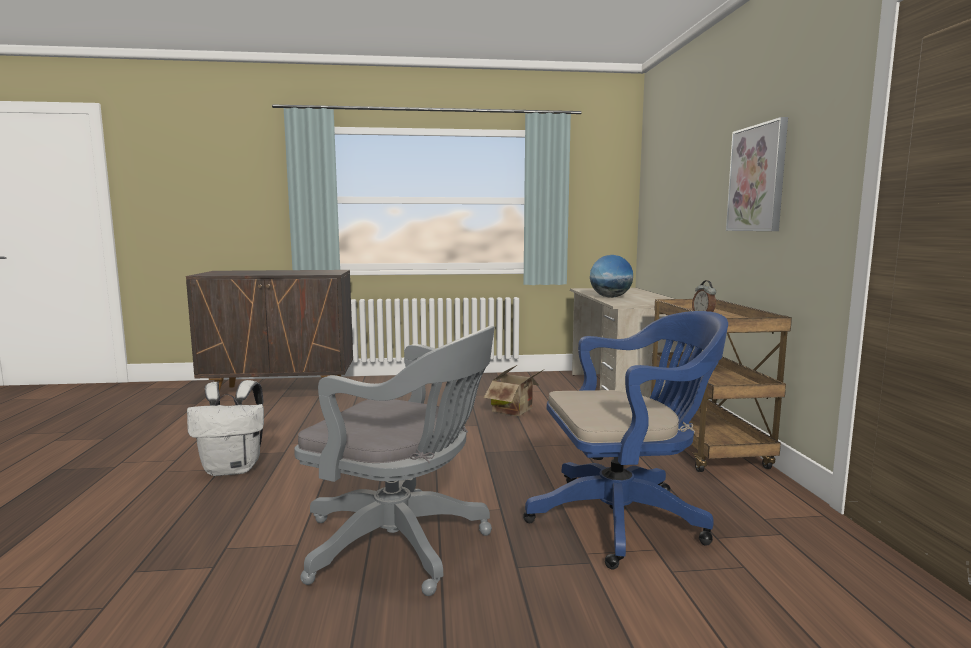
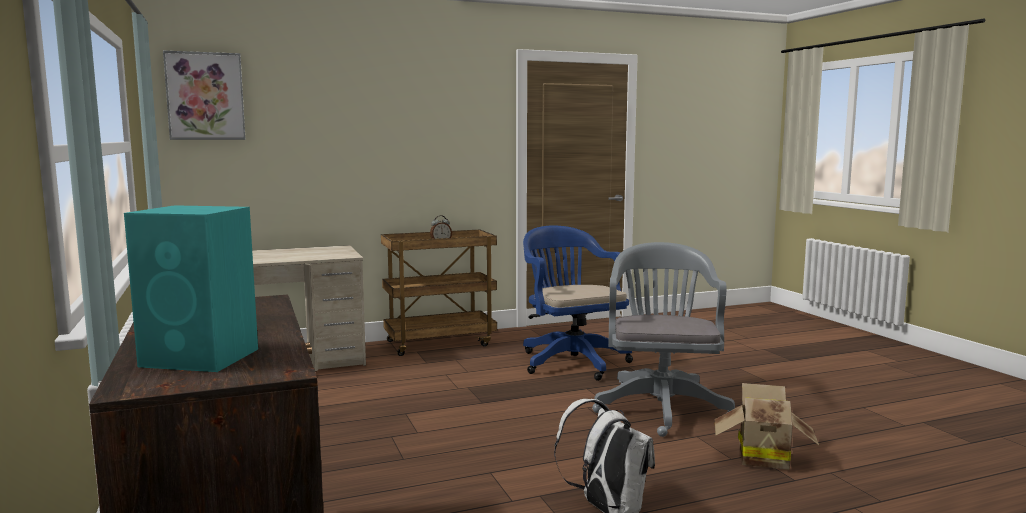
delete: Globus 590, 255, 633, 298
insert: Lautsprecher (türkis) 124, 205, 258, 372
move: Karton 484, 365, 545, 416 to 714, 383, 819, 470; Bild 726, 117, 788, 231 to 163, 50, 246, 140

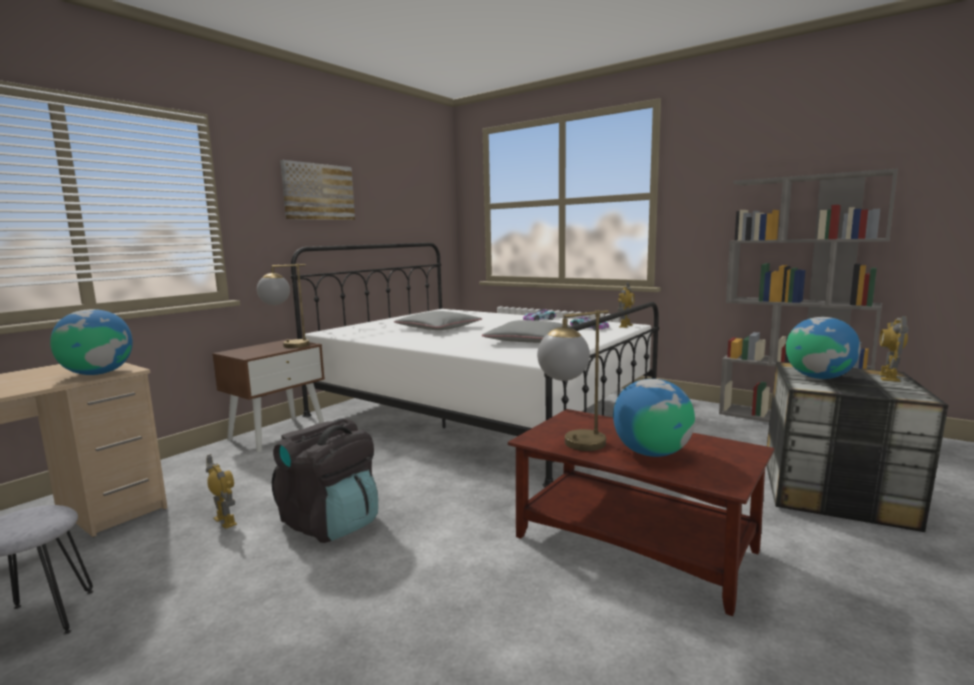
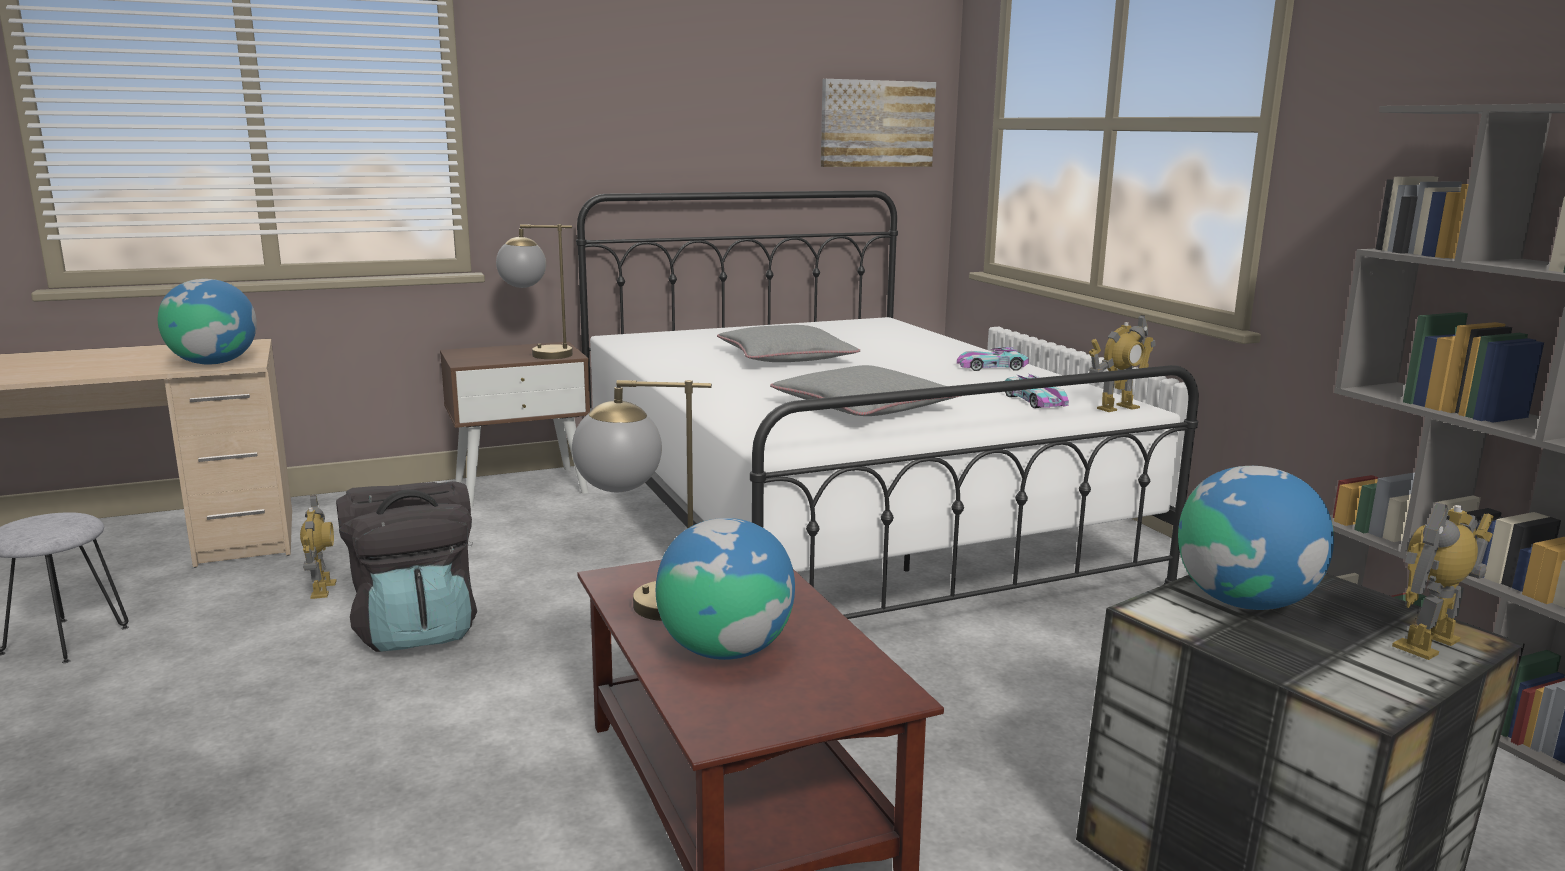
move: Bild 280, 160, 355, 220 to 821, 79, 936, 167

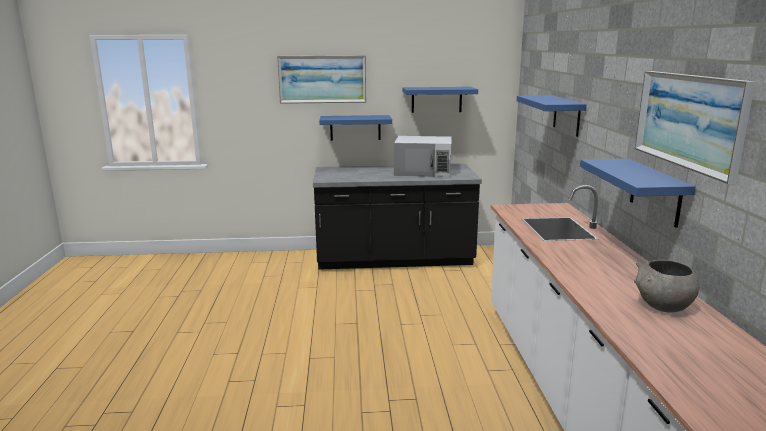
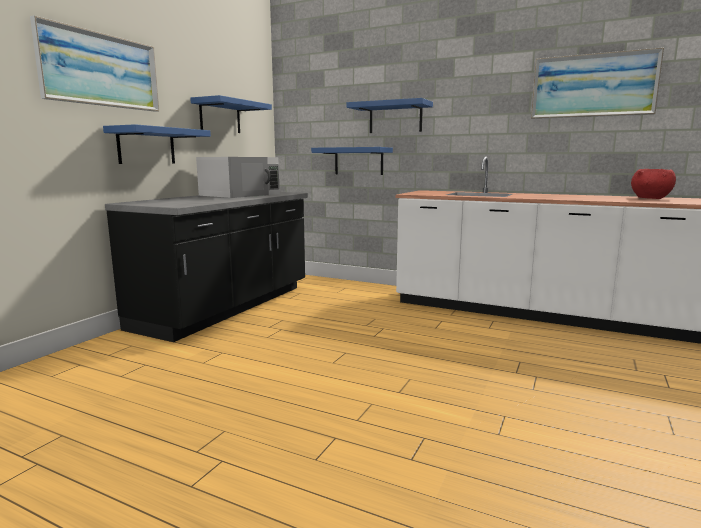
move: Wandregal (blau) 580, 159, 696, 228 to 311, 147, 393, 175
recolor: Schüssel (grau) 634, 260, 699, 313 to Schüssel (rot) 631, 169, 676, 199

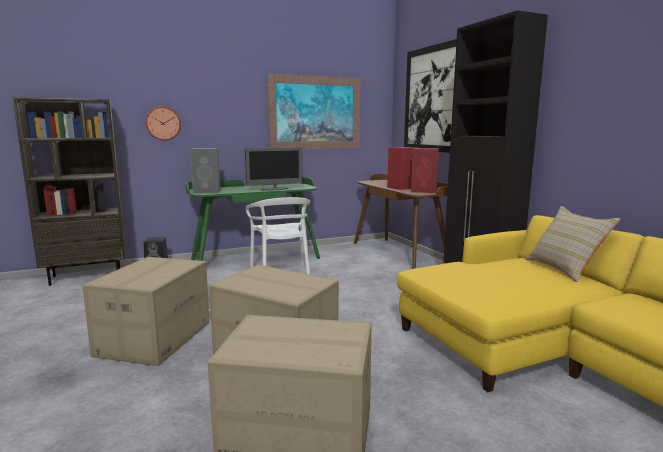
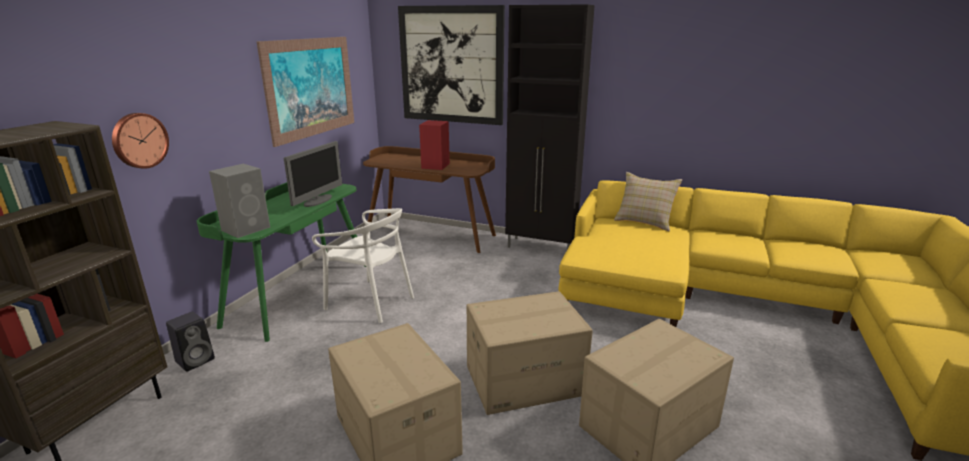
delete: Lautsprecher (rot) 411, 148, 439, 193

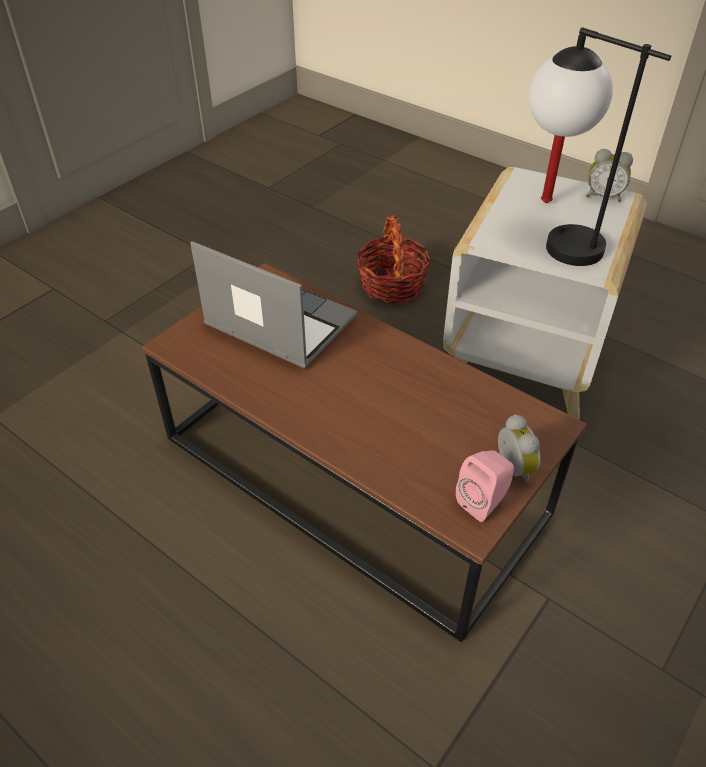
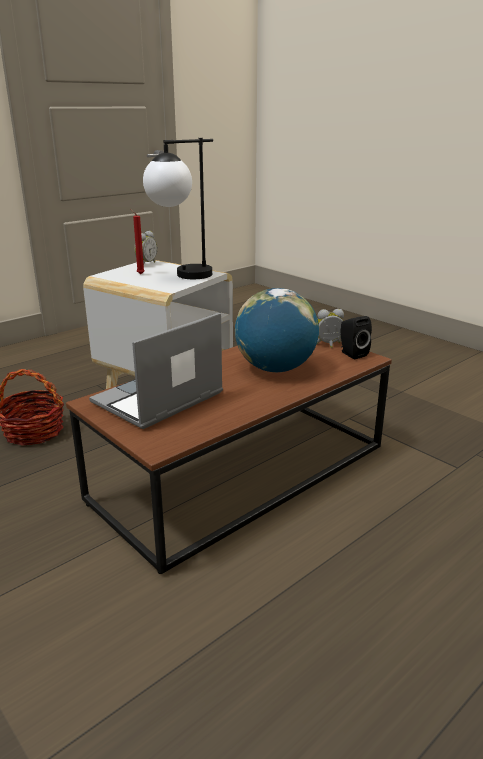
insert: Globus 235, 288, 319, 372
recolor: Lautsprecher (rosa) 456, 450, 514, 522 to Lautsprecher (schwarz) 341, 316, 372, 359

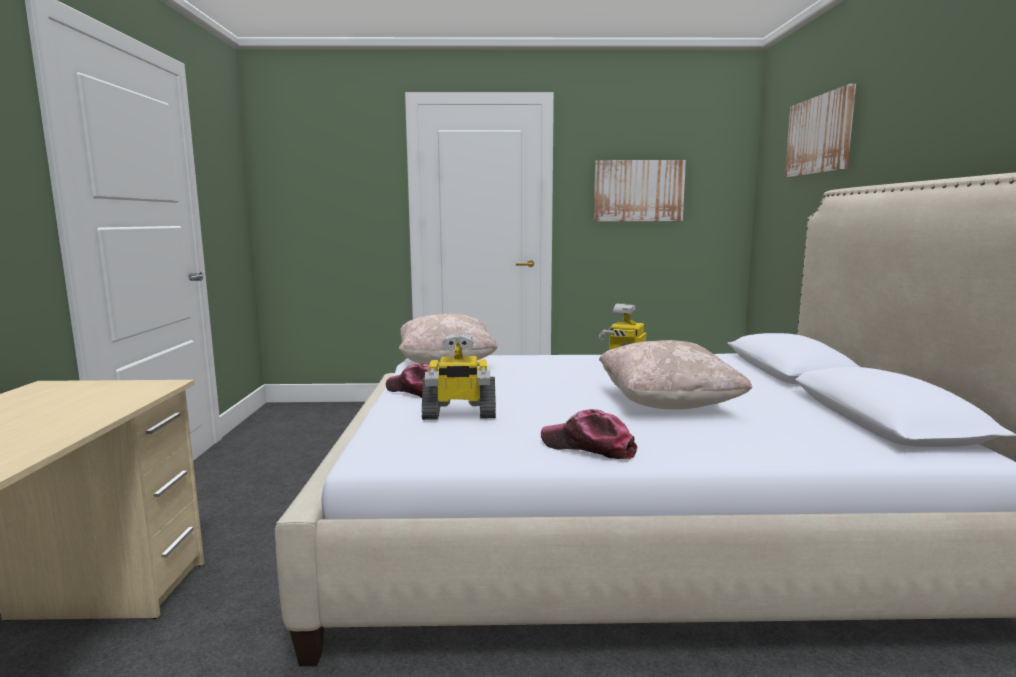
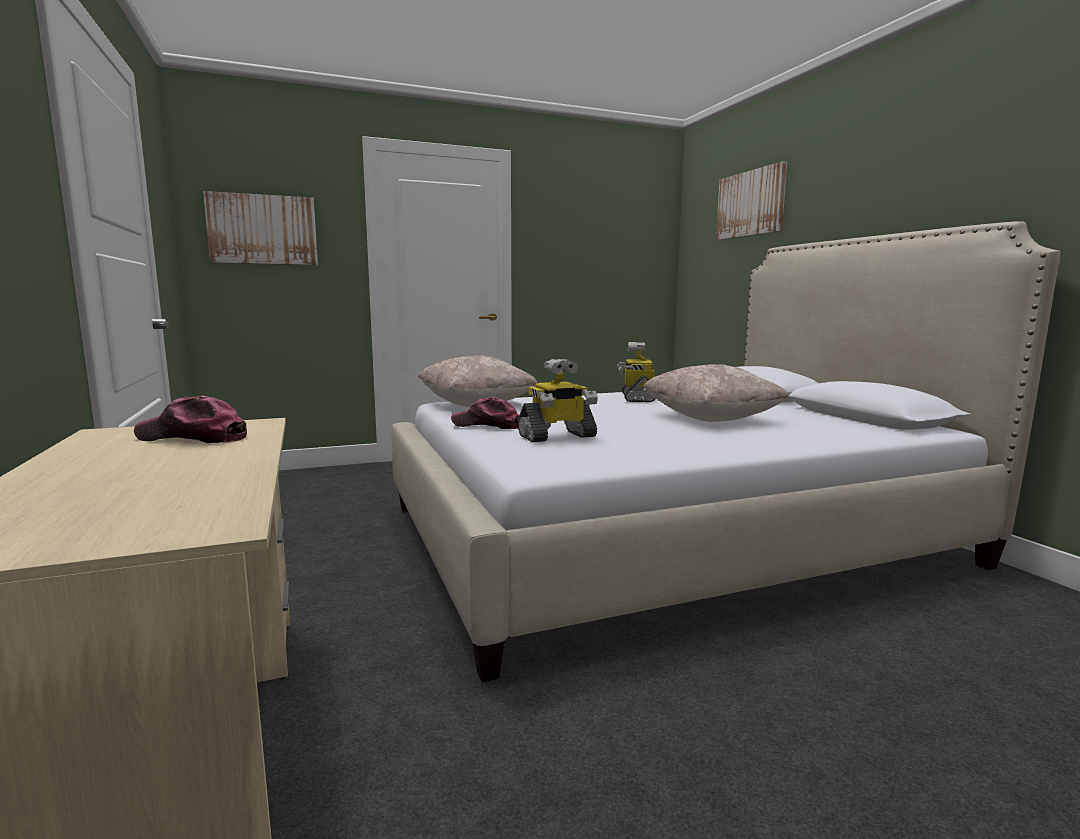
move: Kappe 541, 409, 637, 459 to 134, 396, 247, 443; Bild 594, 160, 686, 221 to 203, 191, 318, 265

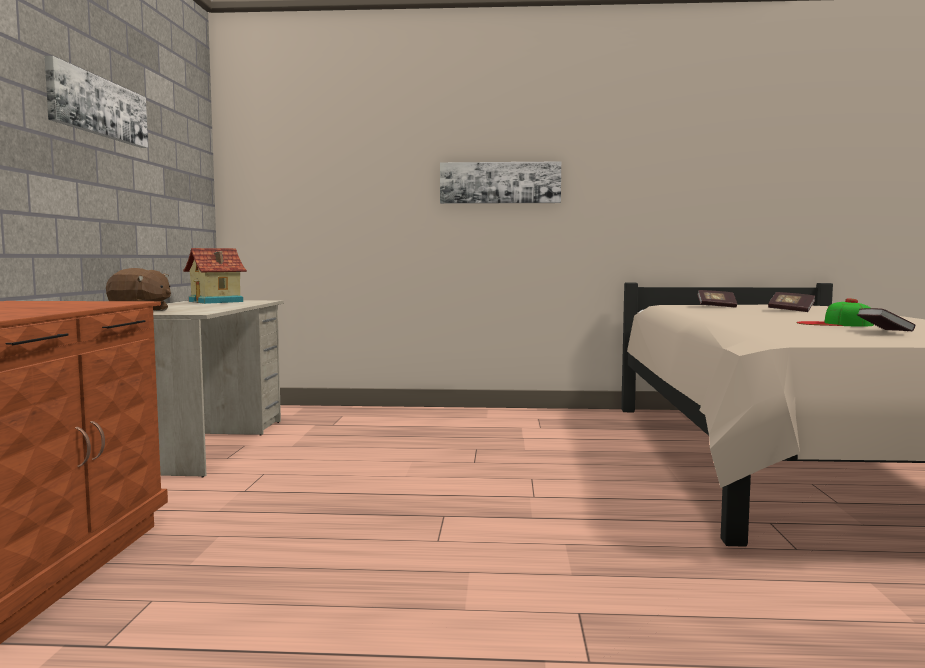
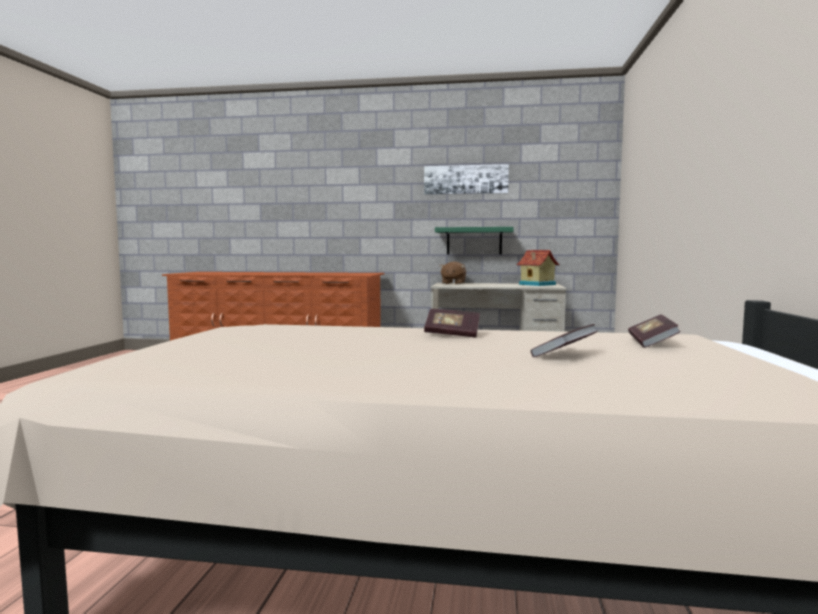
delete: Bild 440, 161, 561, 204; Kappe 796, 298, 874, 327
insert: Wandregal (grün) 435, 227, 514, 255
move: Buch 857, 308, 915, 331 to 424, 309, 480, 337

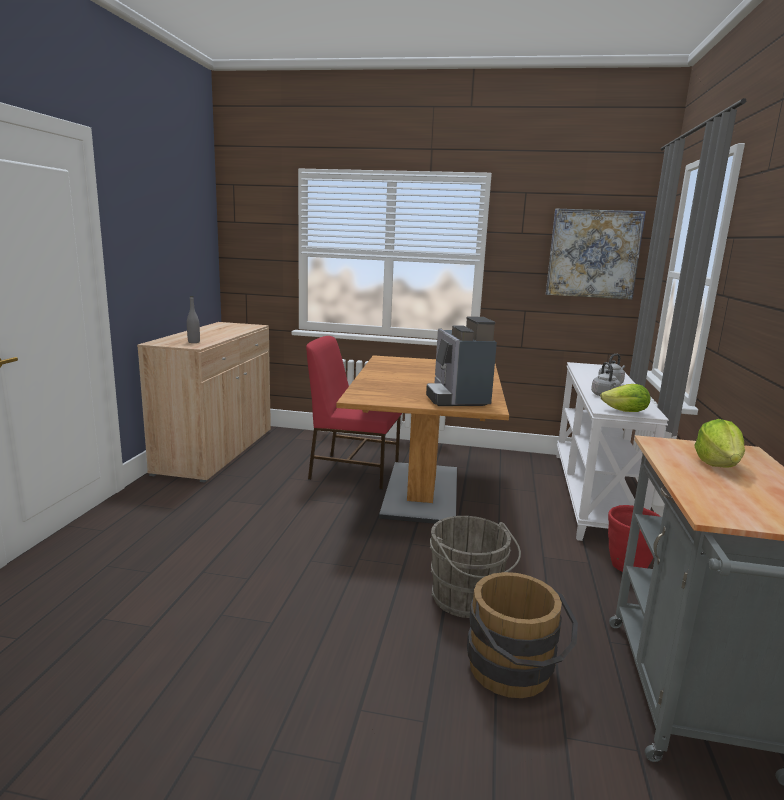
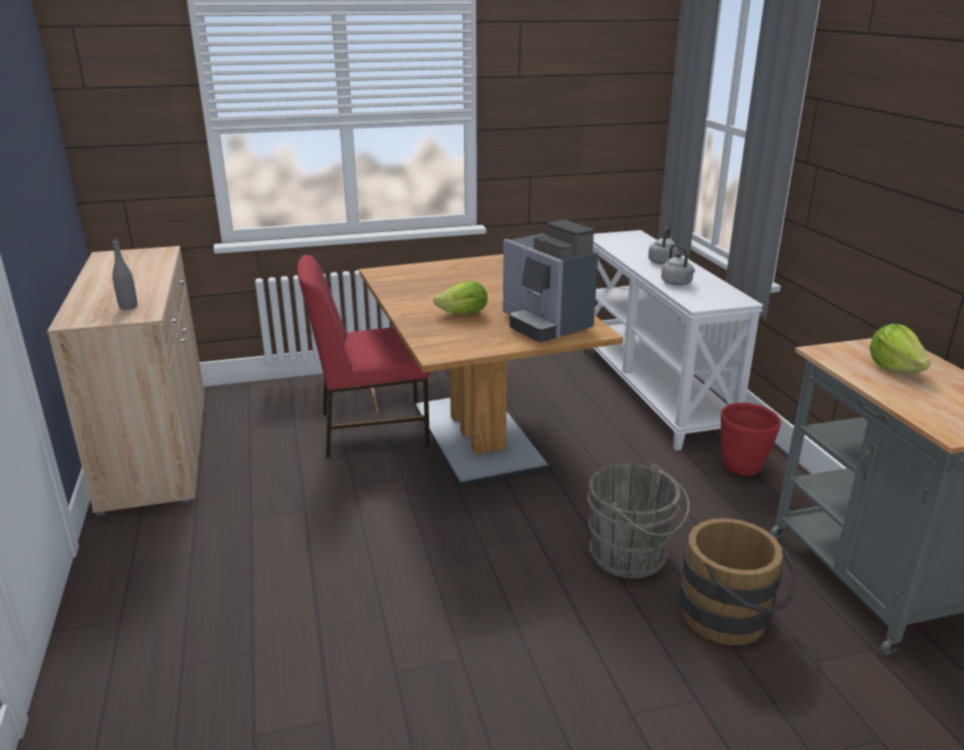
delete: Bild 546, 208, 646, 299
move: Salatkopf 600, 384, 650, 412 to 433, 281, 488, 315

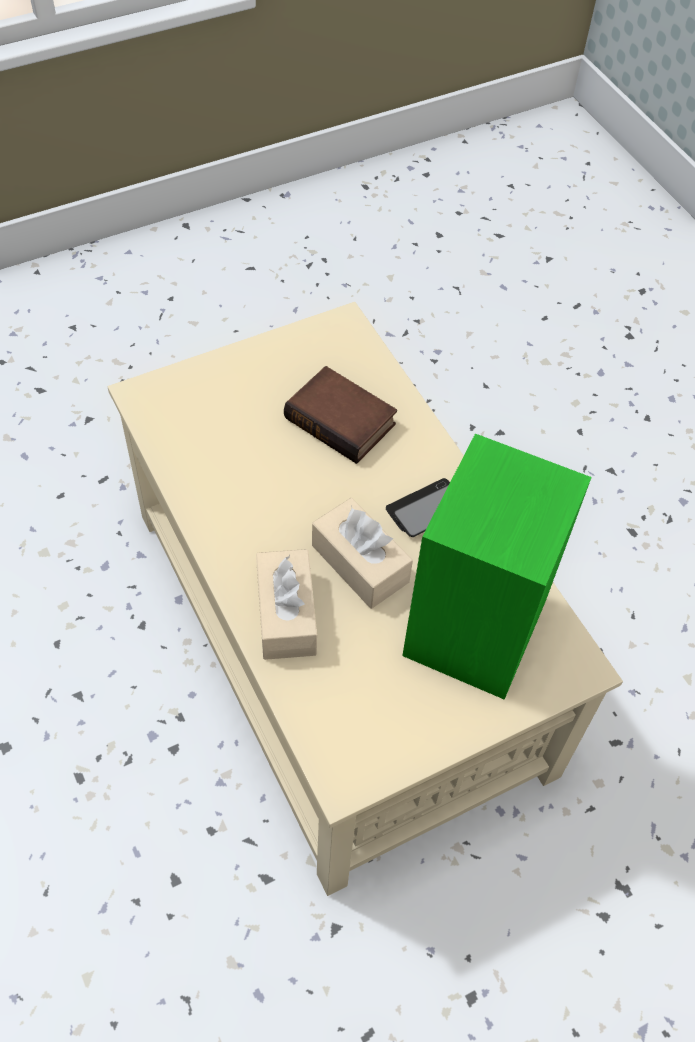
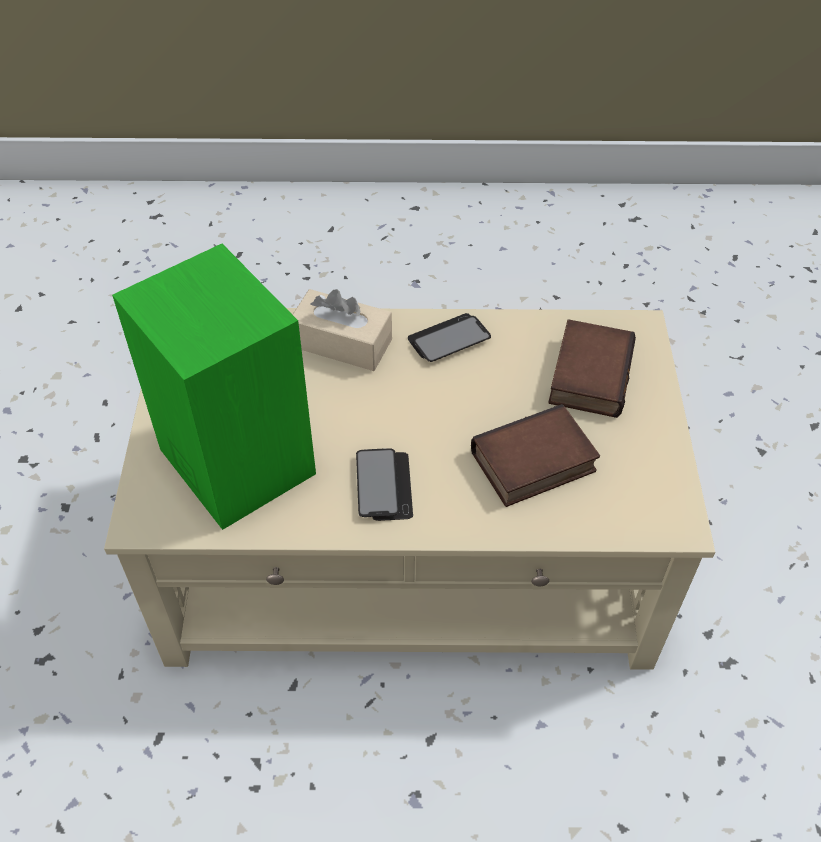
delete: Taschentuchbox (beige) 312, 498, 413, 609
insert: Handy 408, 313, 491, 362; Buch 548, 319, 636, 418

